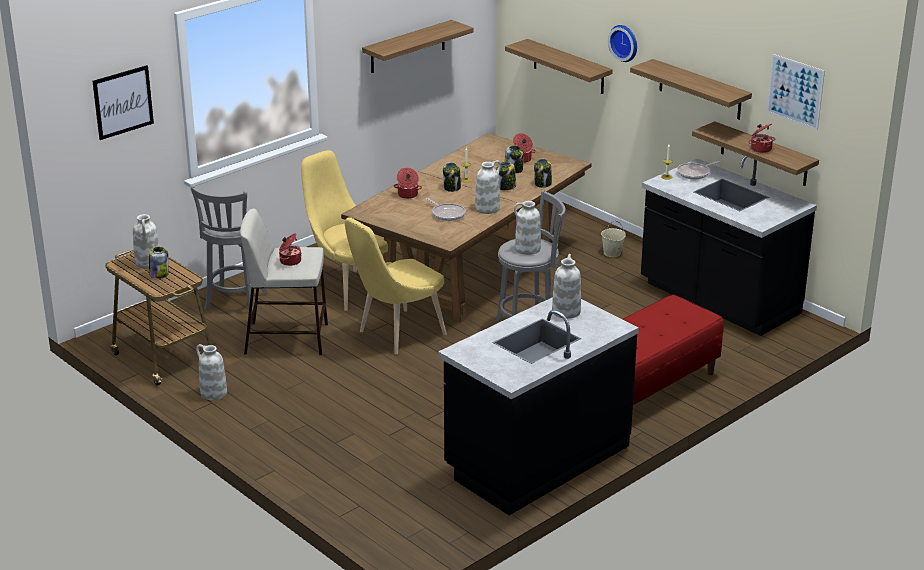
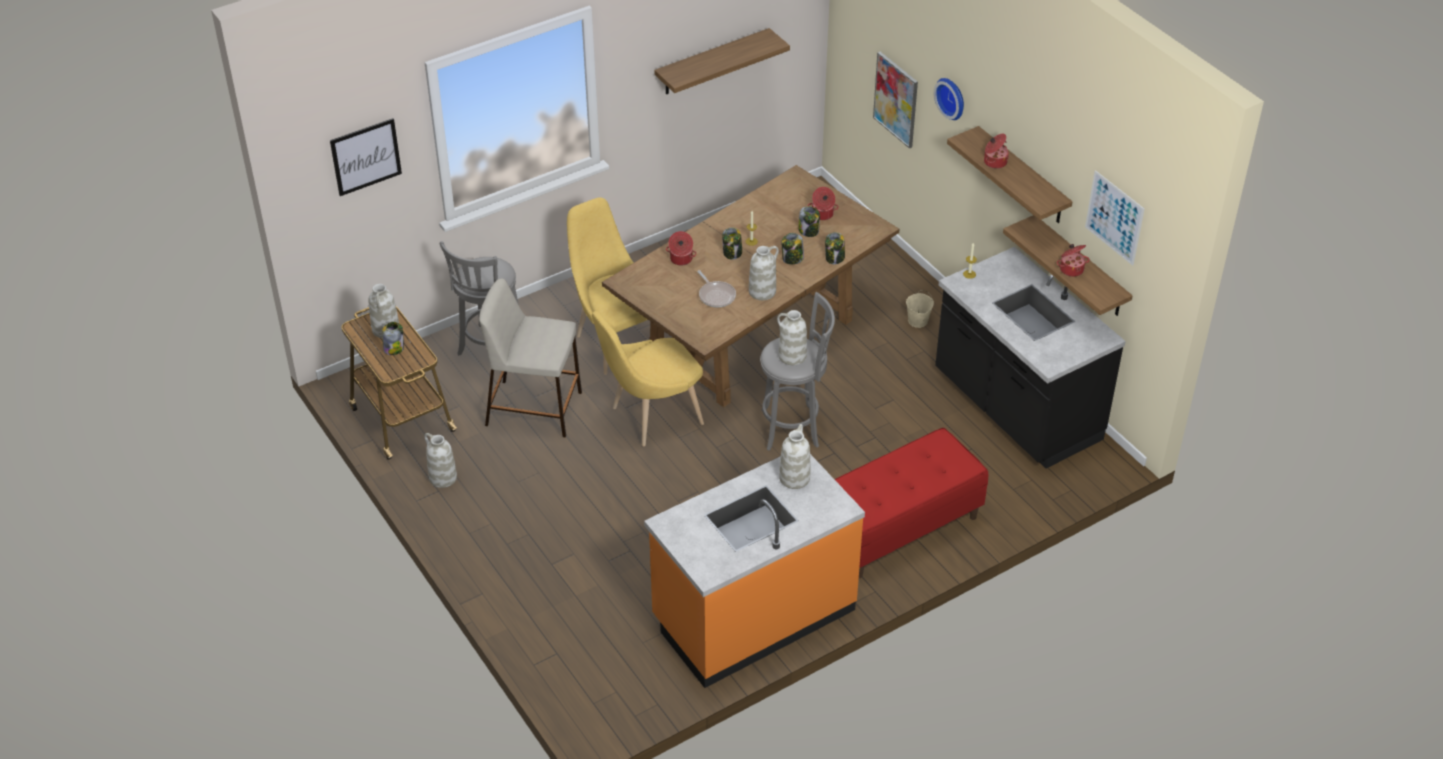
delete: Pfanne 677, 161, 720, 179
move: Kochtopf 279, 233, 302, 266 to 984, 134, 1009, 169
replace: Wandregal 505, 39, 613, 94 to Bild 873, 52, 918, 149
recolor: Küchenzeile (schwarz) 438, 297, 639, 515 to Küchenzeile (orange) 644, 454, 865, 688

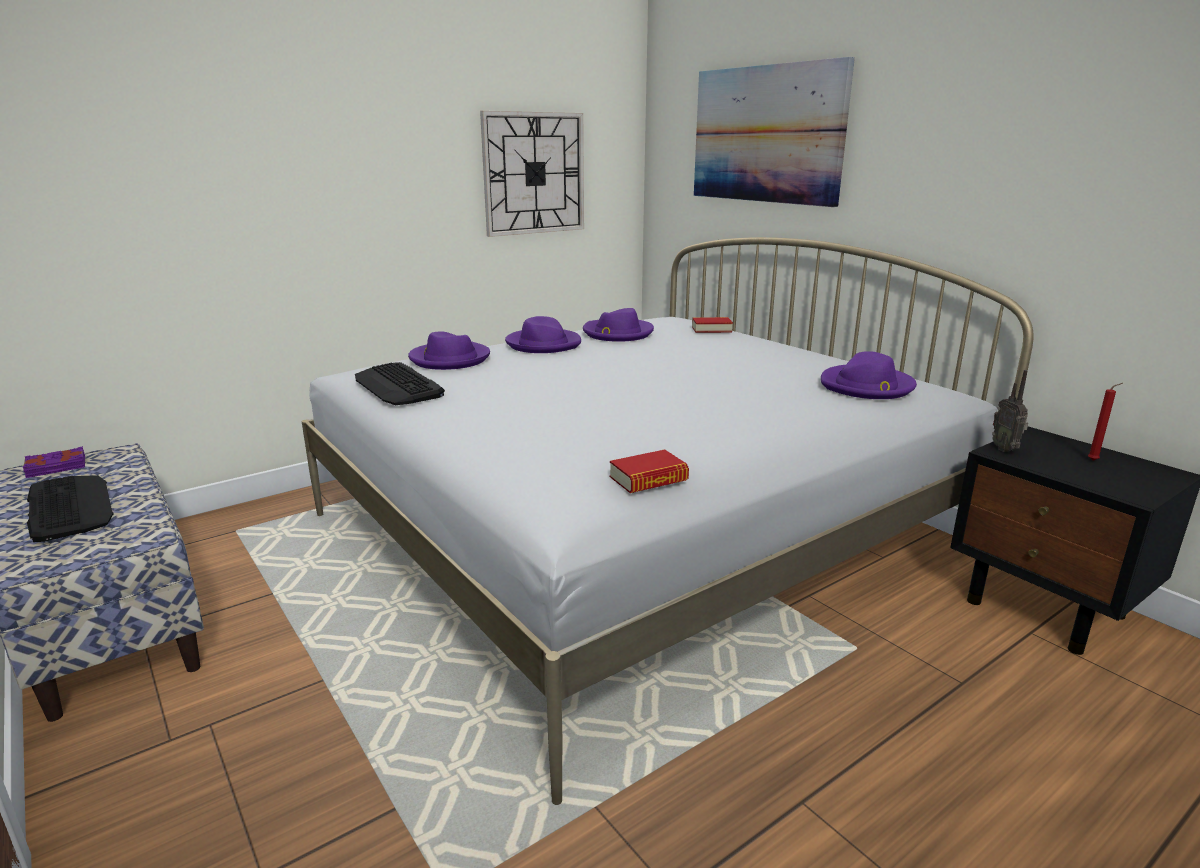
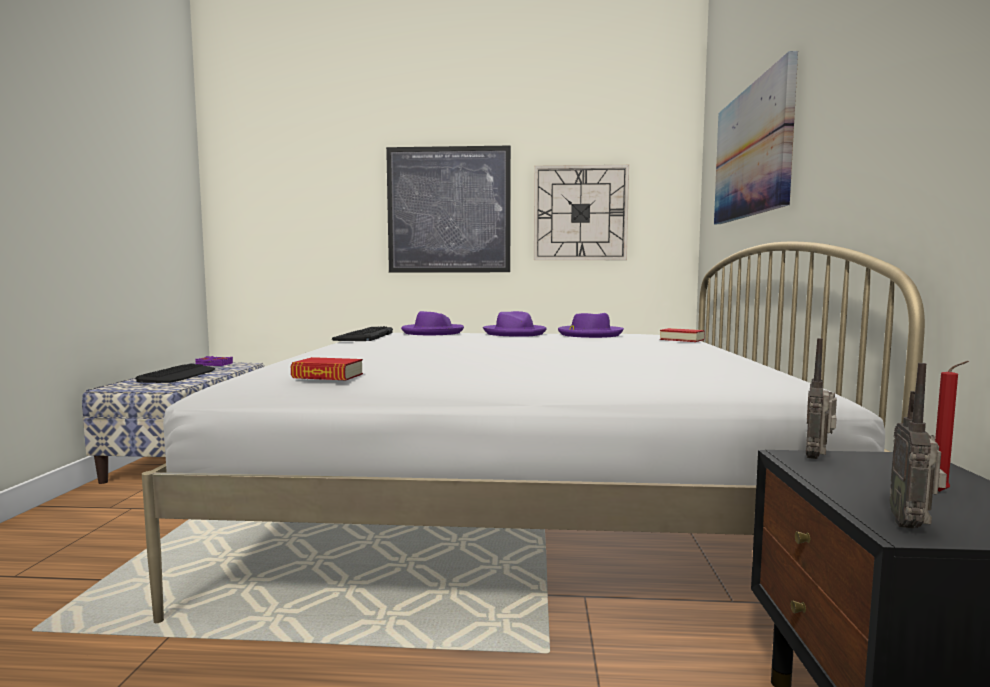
delete: Hut (lila) 821, 351, 917, 399
insert: Bild 386, 146, 511, 272; Radio 889, 363, 947, 529

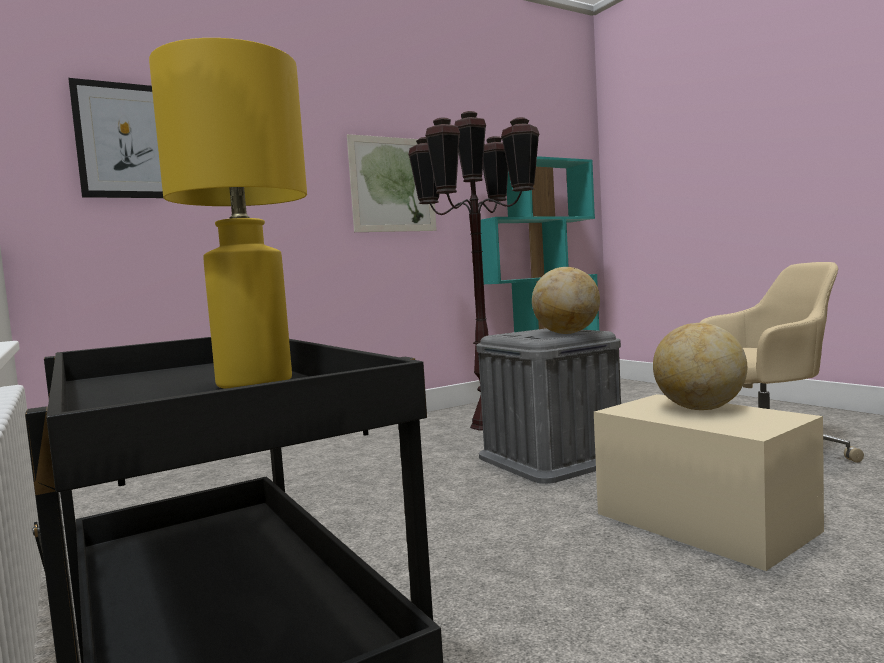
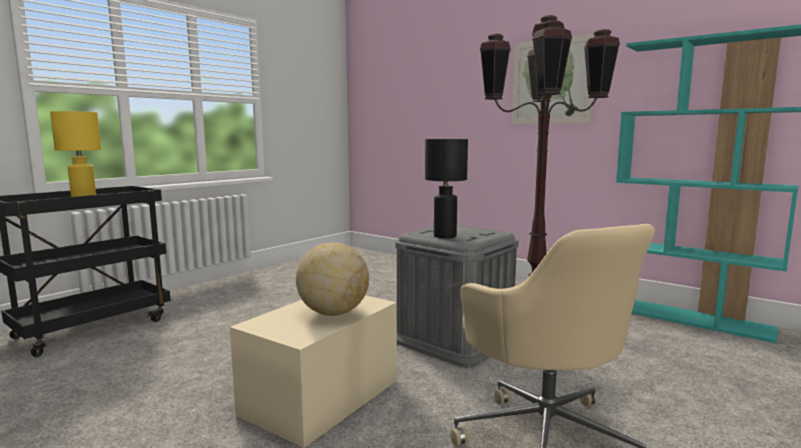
delete: Bild 69, 78, 163, 198
replace: Globus 532, 267, 600, 334 to Tischlampe (schwarz) 425, 139, 468, 238

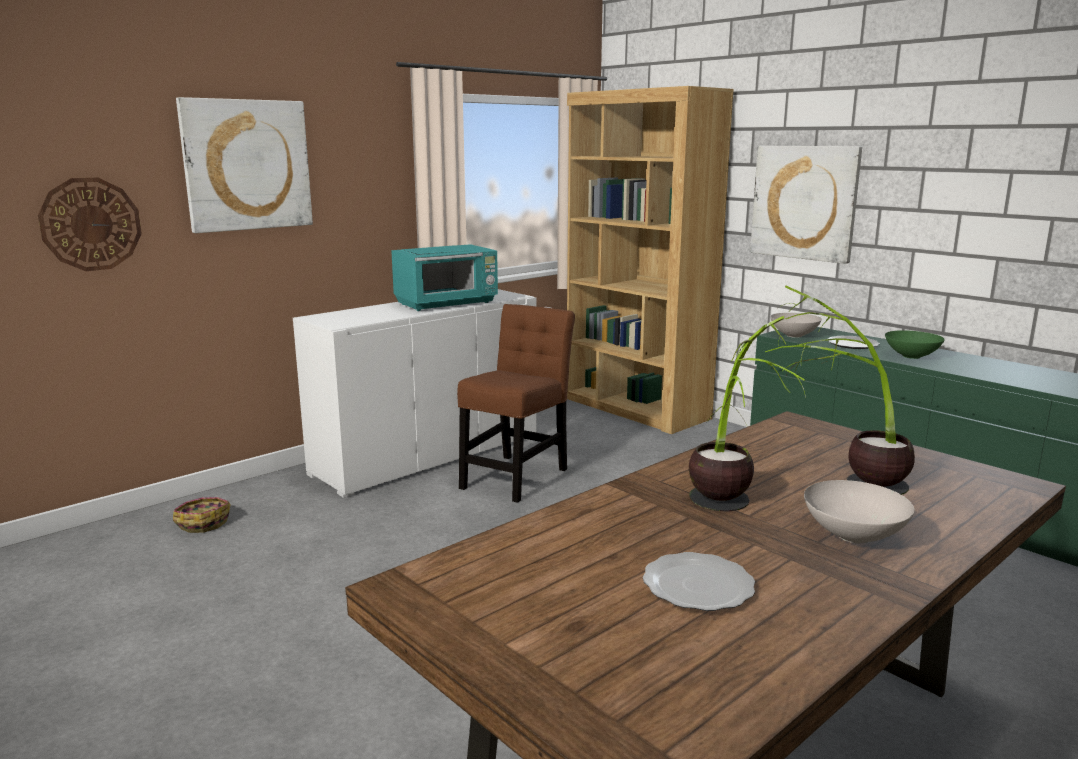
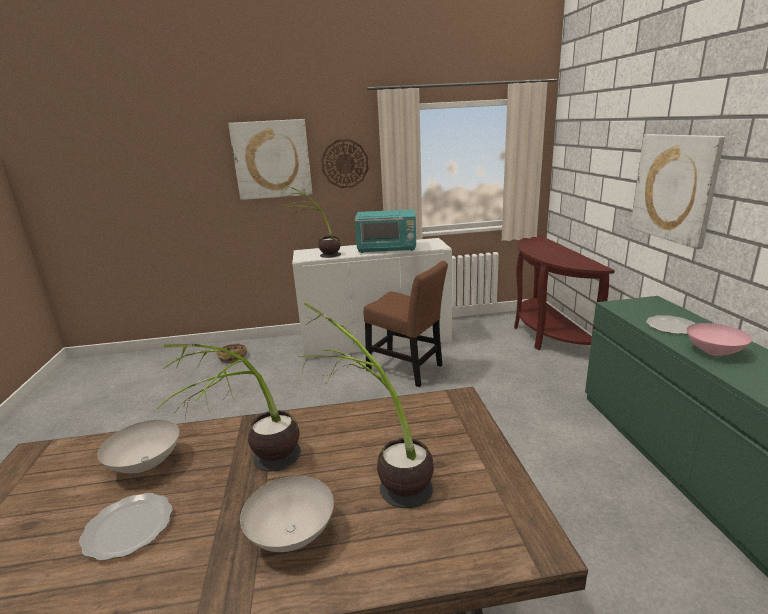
insert: Topfpflanze 281, 184, 341, 258
move: Wanduhr 38, 177, 142, 271 to 321, 139, 369, 188; Schüssel (weiß) 770, 313, 822, 338 to 98, 420, 179, 474
replace: Bücherregal (braun) 567, 86, 734, 434 to Konsolentisch (braun) 514, 235, 615, 350
recolor: Schüssel (grün) 885, 330, 945, 359 to Schüssel (rosa) 686, 323, 752, 356
rotate: Stuhl (braun) 457, 304, 575, 503 = 363, 261, 448, 387 60 degrees clockwise

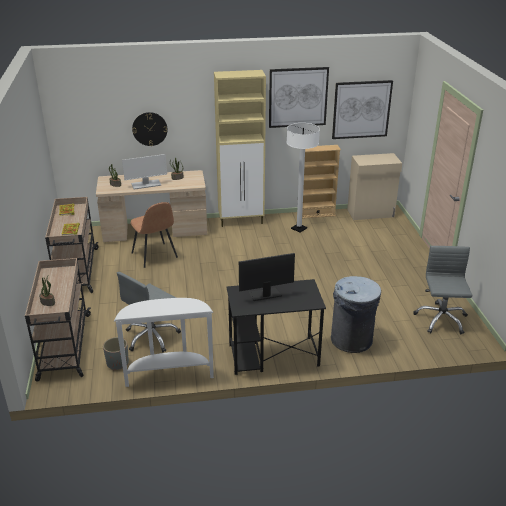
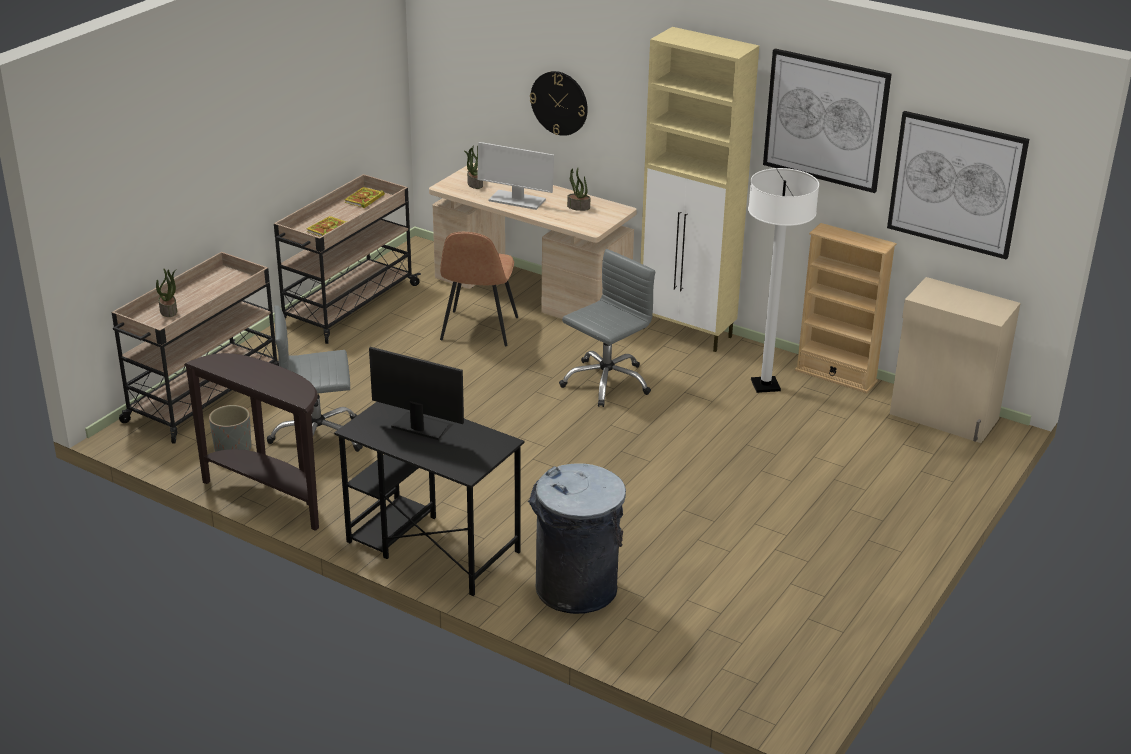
move: Bürostuhl (grau) 413, 246, 472, 335 to 559, 249, 655, 407
recolor: Konsolentisch (weiß) 114, 298, 214, 387 to Konsolentisch (braun) 184, 353, 319, 531

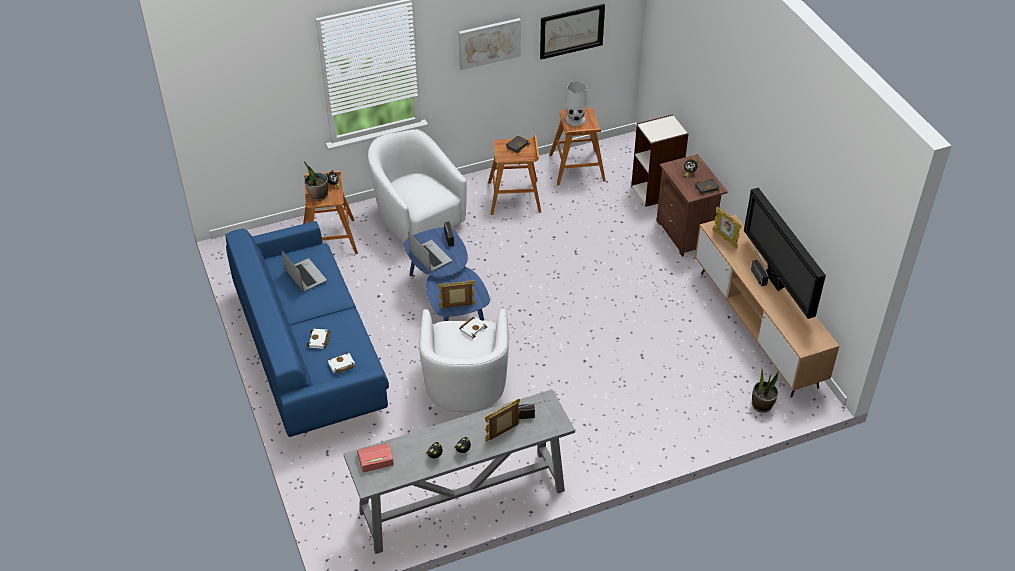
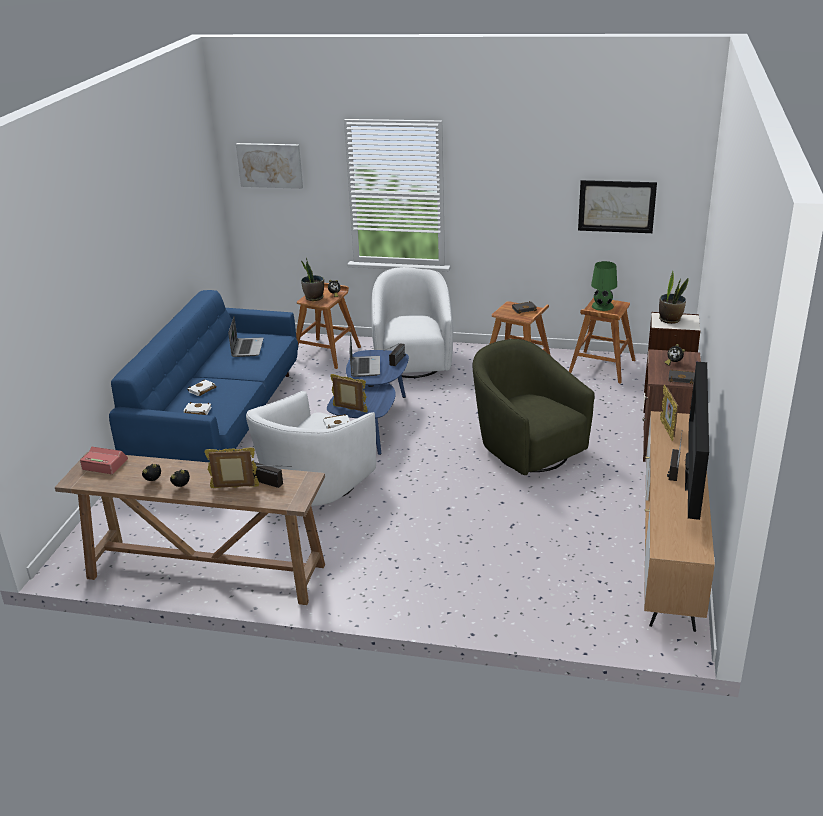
insert: Sessel (grün) 473, 339, 595, 475
move: Bild 459, 18, 521, 70 to 236, 143, 303, 189; Topfpflanze 752, 367, 779, 413 to 659, 270, 689, 324
recolor: Konsolentisch (grau) 343, 389, 575, 554 to Konsolentisch (braun) 55, 451, 325, 605; Tischlampe (weiß) 565, 81, 588, 126 to Tischlampe (grün) 591, 261, 617, 311

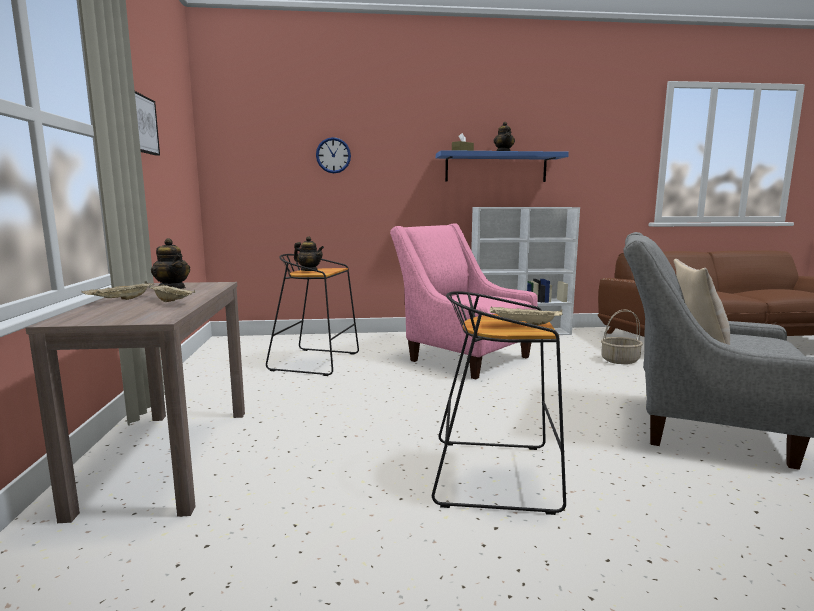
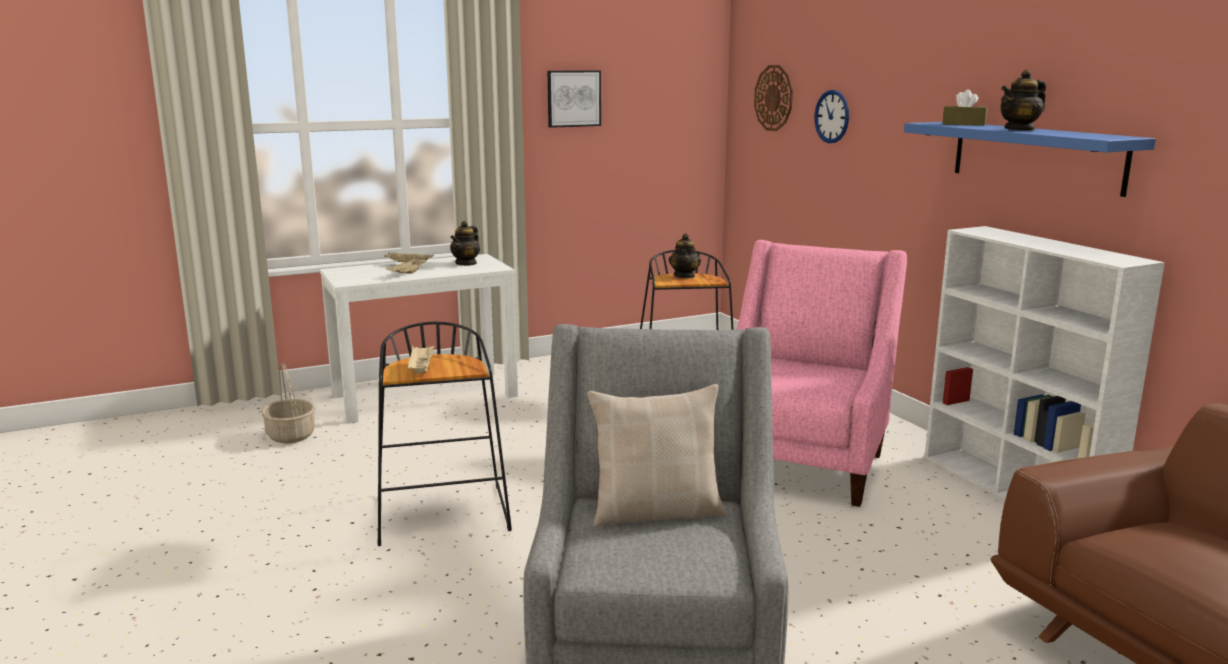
insert: Wanduhr 754, 65, 793, 131
move: Korb 601, 309, 643, 364 to 261, 363, 315, 443
recolor: Konsolentisch (braun) 25, 282, 245, 523 to Konsolentisch (weiß) 320, 254, 518, 424

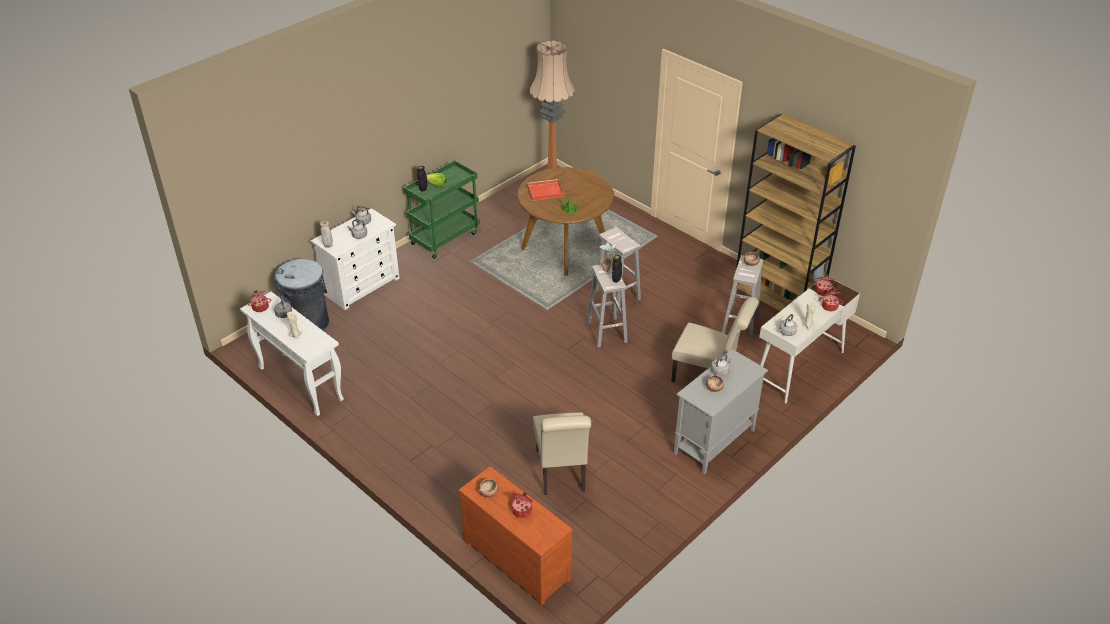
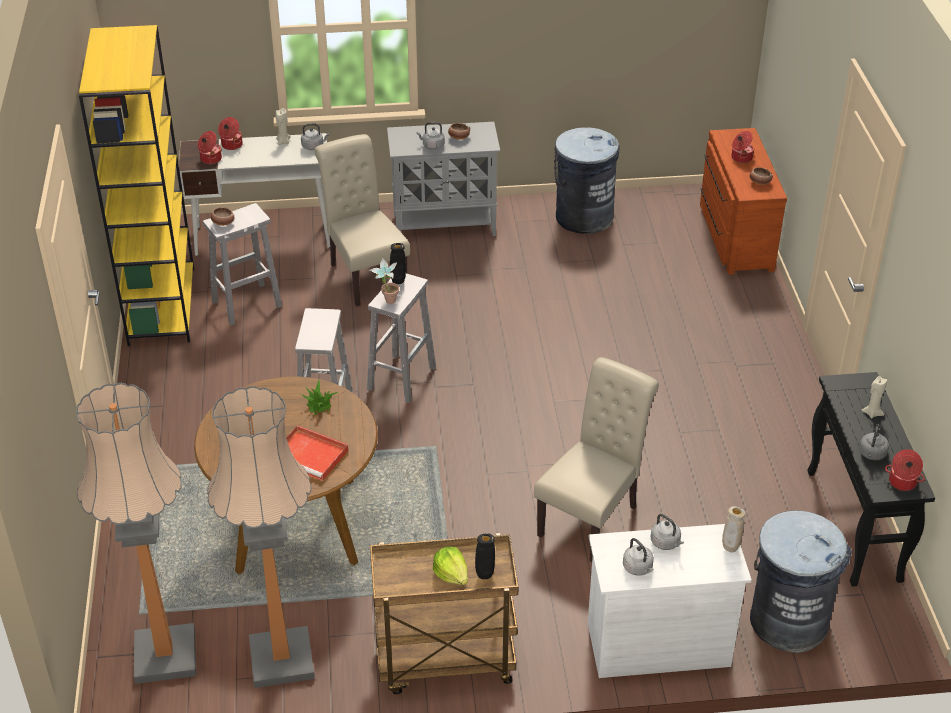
insert: Stehlampe 207, 386, 315, 688; Mülleimer (grau) 554, 127, 620, 234
move: Stuhl (beige) 533, 412, 591, 495 to 534, 357, 659, 562
recolor: Konsolentisch (weiß) 240, 292, 344, 416 to Konsolentisch (schwarz) 807, 372, 935, 587; Rollwagen (grün) 404, 161, 480, 259 to Rollwagen (braun) 370, 533, 518, 694; Bücherregal (braun) 736, 114, 856, 311 to Bücherregal (gelb) 79, 25, 194, 346

